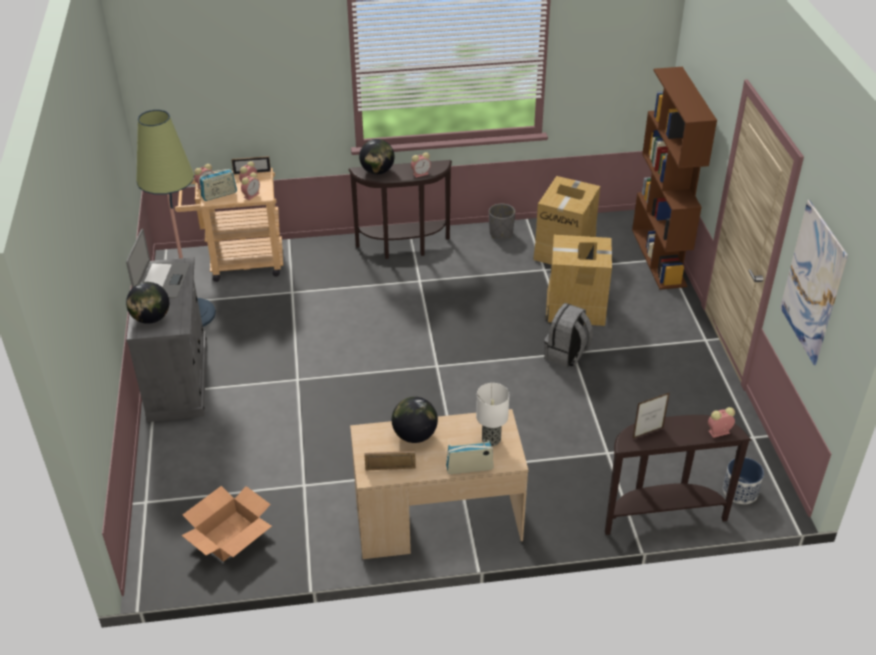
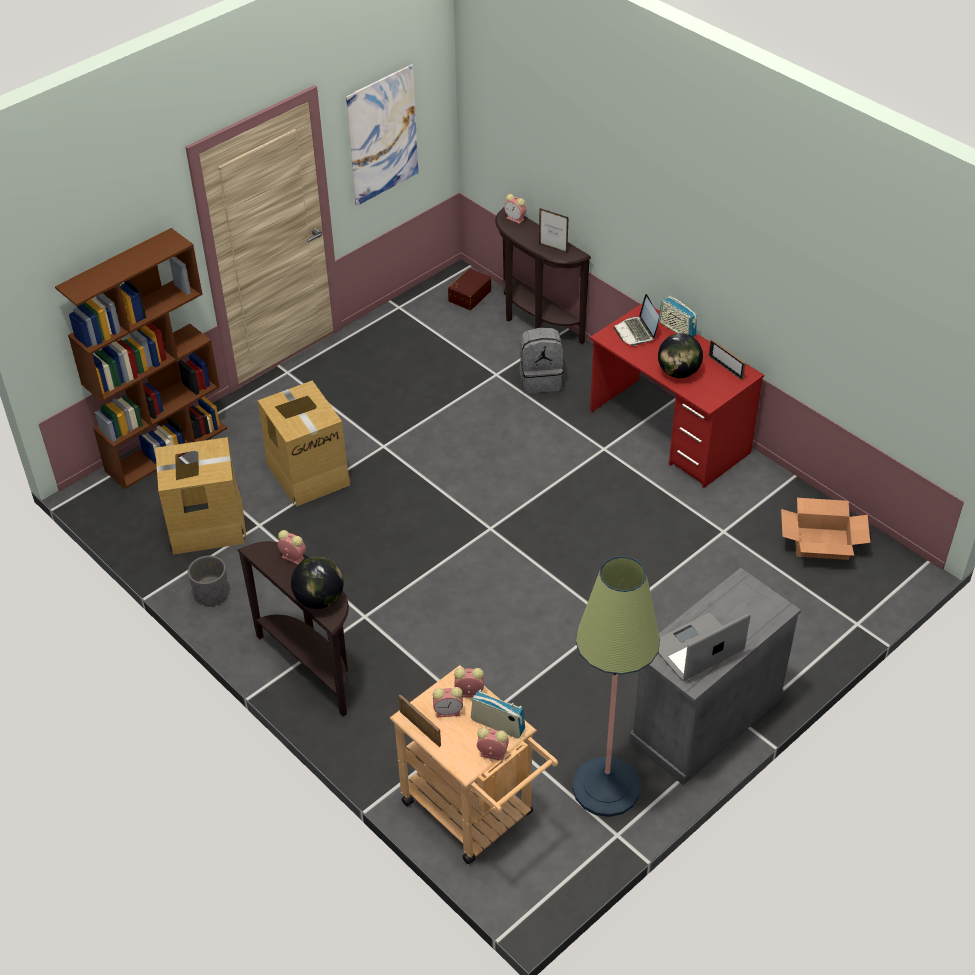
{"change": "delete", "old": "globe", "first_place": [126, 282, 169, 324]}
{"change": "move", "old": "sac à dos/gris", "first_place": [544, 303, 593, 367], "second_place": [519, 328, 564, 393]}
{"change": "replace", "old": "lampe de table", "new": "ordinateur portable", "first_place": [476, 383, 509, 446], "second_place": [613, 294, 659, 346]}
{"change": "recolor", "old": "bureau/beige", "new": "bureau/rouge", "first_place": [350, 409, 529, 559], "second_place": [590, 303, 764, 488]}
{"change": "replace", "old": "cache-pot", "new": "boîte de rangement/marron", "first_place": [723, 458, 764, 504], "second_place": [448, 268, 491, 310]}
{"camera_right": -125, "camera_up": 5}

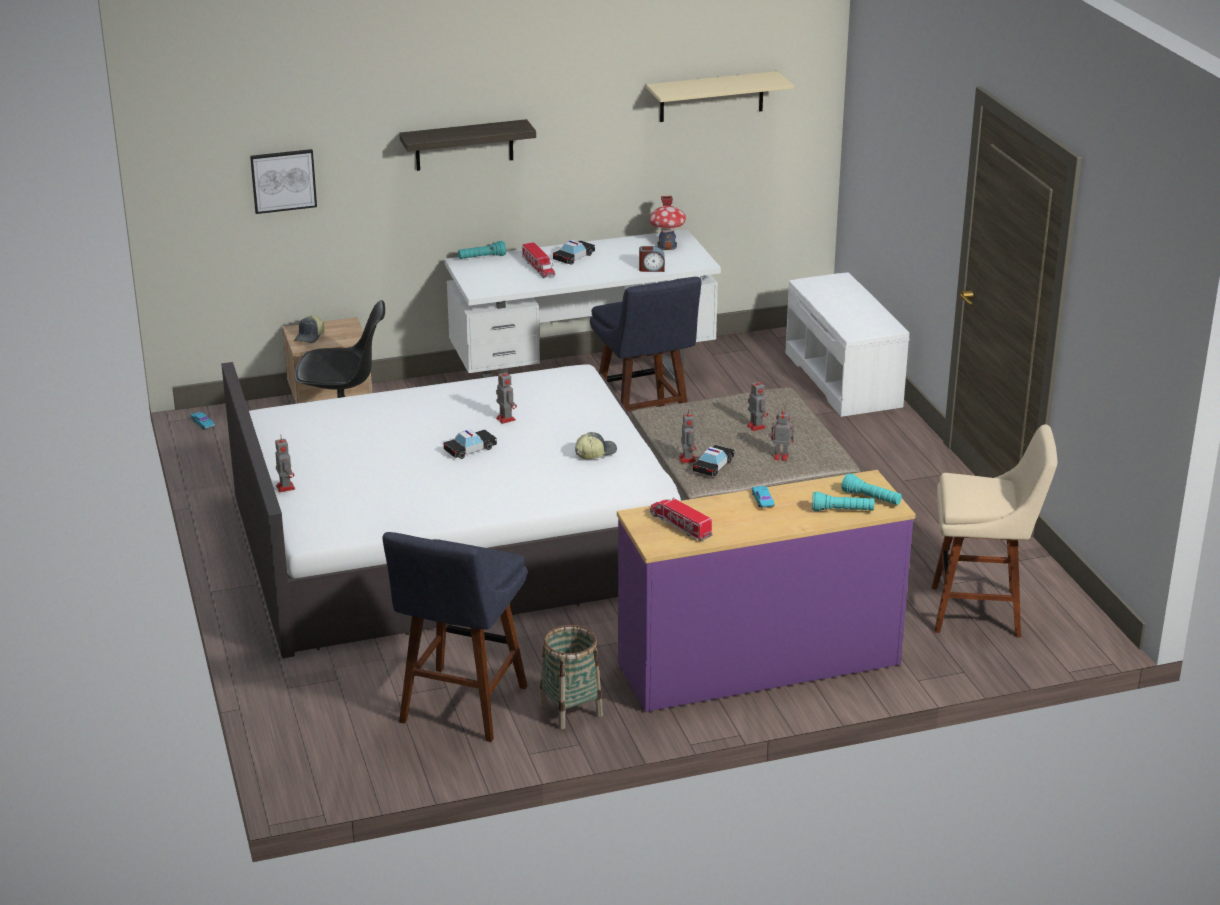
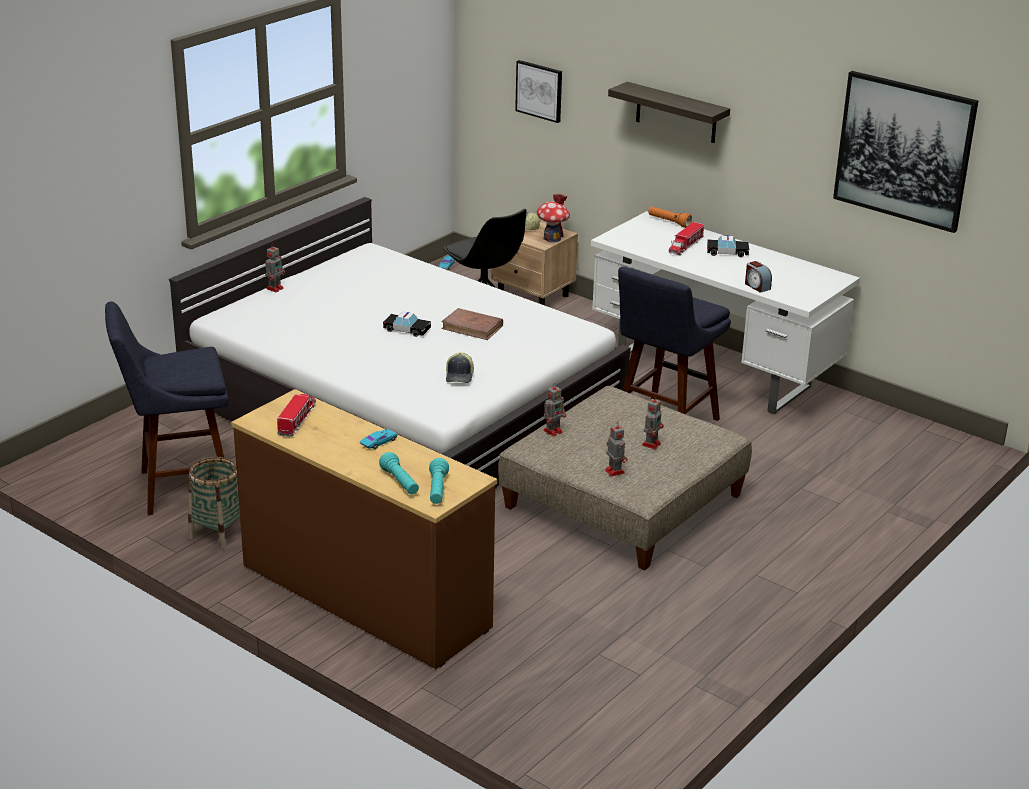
{"change": "replace", "old": "étagère/beige", "new": "tableau", "first_place": [646, 71, 794, 122], "second_place": [833, 71, 978, 233]}
{"change": "move", "old": "maison miniature", "first_place": [649, 196, 686, 250], "second_place": [537, 194, 570, 243]}
{"change": "recolor", "old": "lampe de poche/turquoise", "new": "lampe de poche/orange", "first_place": [458, 241, 506, 259], "second_place": [648, 206, 692, 228]}
{"change": "delete", "old": "banc/blanc", "first_place": [786, 272, 909, 417]}
{"change": "replace", "old": "robot jouet", "new": "livre/marron", "first_place": [496, 372, 517, 424], "second_place": [441, 308, 503, 340]}
{"change": "delete", "old": "tabouret/beige", "first_place": [932, 424, 1058, 638]}
{"change": "rotate", "old": "casquette", "first_place": [575, 432, 617, 459], "second_place": [446, 352, 474, 383], "degrees": 75}
{"change": "delete", "old": "petite voiture", "first_place": [693, 445, 734, 477]}
{"change": "recolor", "old": "commode/violet", "new": "commode/marron", "first_place": [617, 470, 915, 712], "second_place": [231, 389, 497, 669]}
{"camera_right": 55, "camera_up": 0}

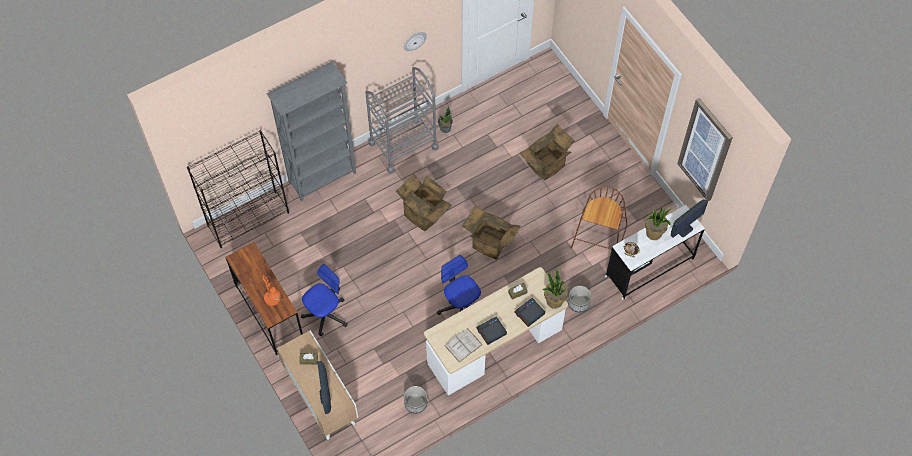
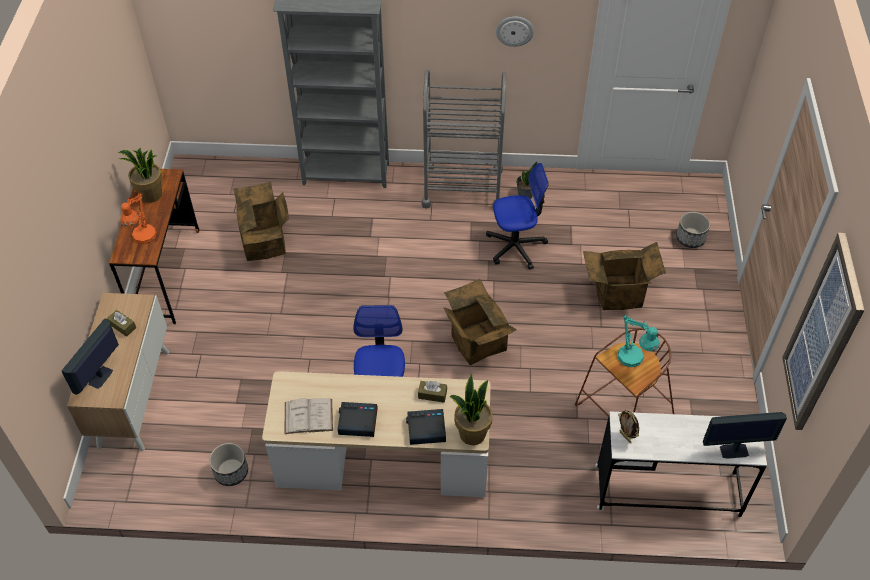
{"change": "delete", "old": "bibliothèque/noir", "first_place": [187, 130, 289, 249]}
{"change": "move", "old": "carton", "first_place": [395, 174, 452, 231], "second_place": [233, 182, 289, 261]}
{"change": "move", "old": "plante en pot", "first_place": [645, 206, 672, 240], "second_place": [118, 148, 162, 203]}
{"change": "move", "old": "chaise de bureau", "first_place": [301, 264, 347, 336], "second_place": [486, 163, 549, 270]}
{"change": "move", "old": "cache-pot", "first_place": [568, 286, 591, 312], "second_place": [676, 212, 710, 248]}
{"change": "insert", "new": "lampe de table/turquoise", "second_place": [618, 315, 660, 367]}
{"camera_right": 35, "camera_up": -10}

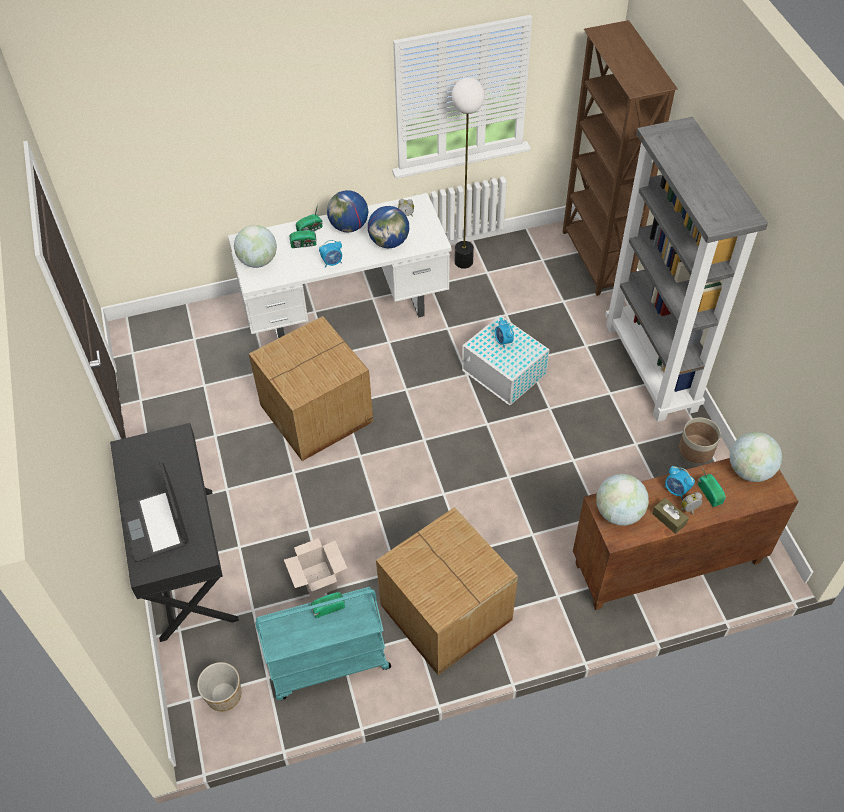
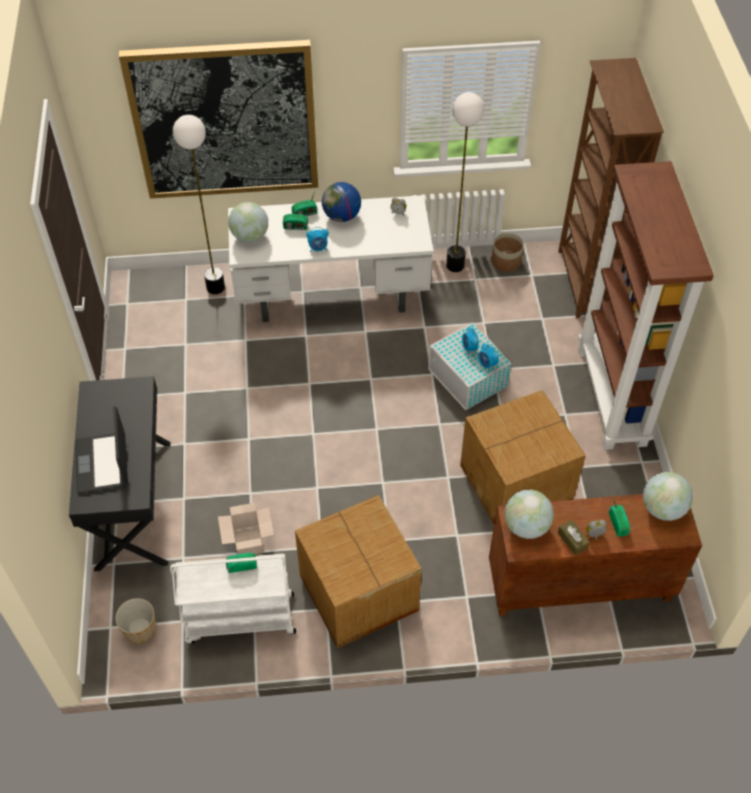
{"change": "recolor", "old": "bibliothèque/gris", "new": "bibliothèque/marron", "first_place": [605, 117, 768, 422], "second_place": [578, 161, 714, 450]}
{"change": "delete", "old": "globe", "first_place": [368, 206, 409, 248]}
{"change": "move", "old": "carton", "first_place": [249, 316, 373, 461], "second_place": [460, 390, 586, 524]}
{"change": "move", "old": "cache-pot", "first_place": [679, 417, 721, 463], "second_place": [491, 233, 524, 272]}
{"change": "move", "old": "réveil", "first_place": [665, 466, 695, 499], "second_place": [478, 343, 499, 371]}
{"change": "recolor", "old": "chariot/turquoise", "new": "chariot/blanc", "first_place": [255, 587, 391, 700], "second_place": [170, 554, 296, 644]}
{"change": "insert", "new": "tableau", "second_place": [119, 40, 318, 199]}
{"change": "insert", "new": "lampadaire", "second_place": [173, 115, 225, 294]}
{"camera_right": 10, "camera_up": 0}

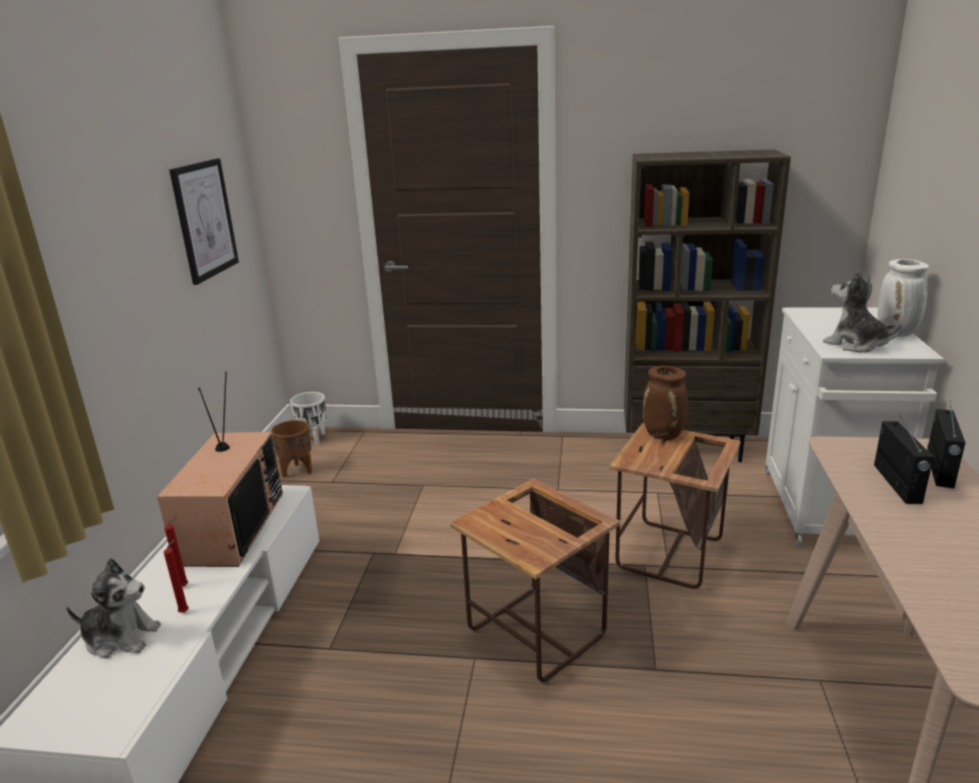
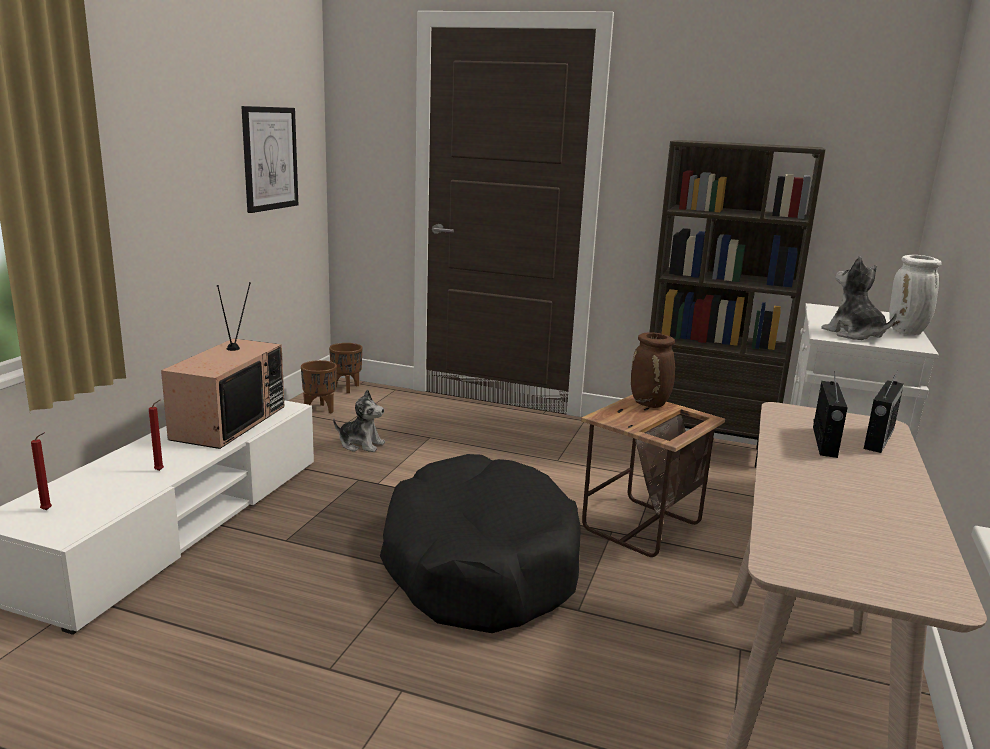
{"change": "recolor", "old": "cache-pot/blanc", "new": "cache-pot/marron", "first_place": [290, 392, 327, 445], "second_place": [329, 343, 362, 393]}
{"change": "replace", "old": "table d'appoint", "new": "panier pour chien/noir", "first_place": [450, 479, 620, 682], "second_place": [380, 454, 580, 633]}
{"change": "move", "old": "bougie/rouge", "first_place": [164, 517, 188, 587], "second_place": [31, 432, 52, 510]}
{"change": "move", "old": "peluche", "first_place": [66, 558, 161, 658], "second_place": [333, 389, 385, 452]}
{"camera_right": 10, "camera_up": -5}

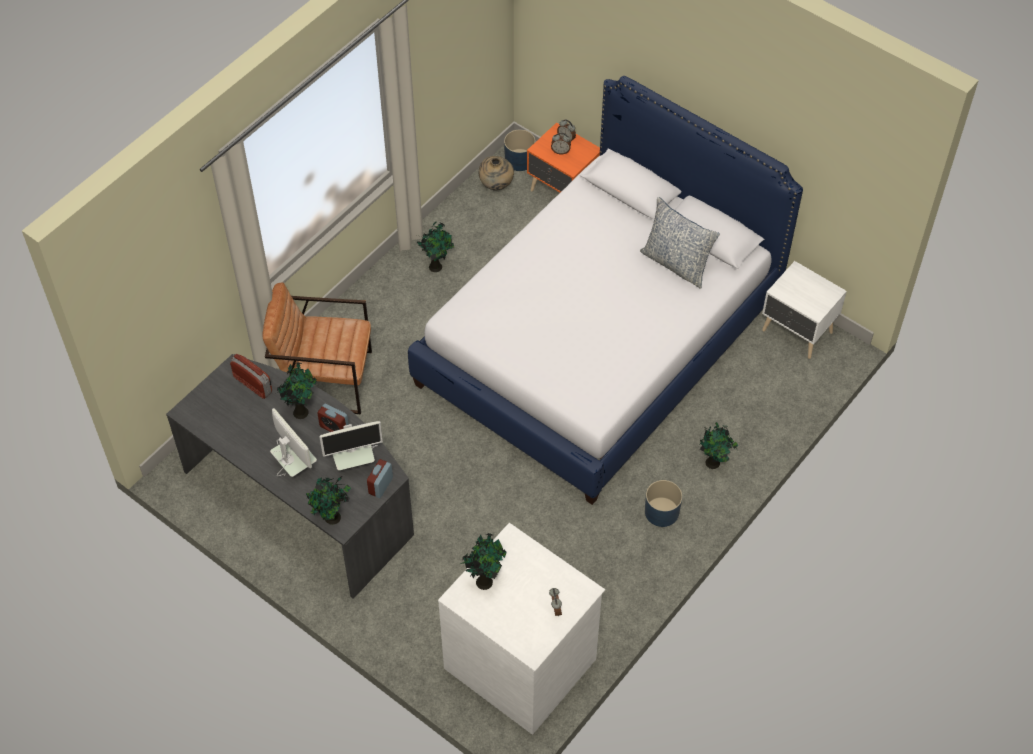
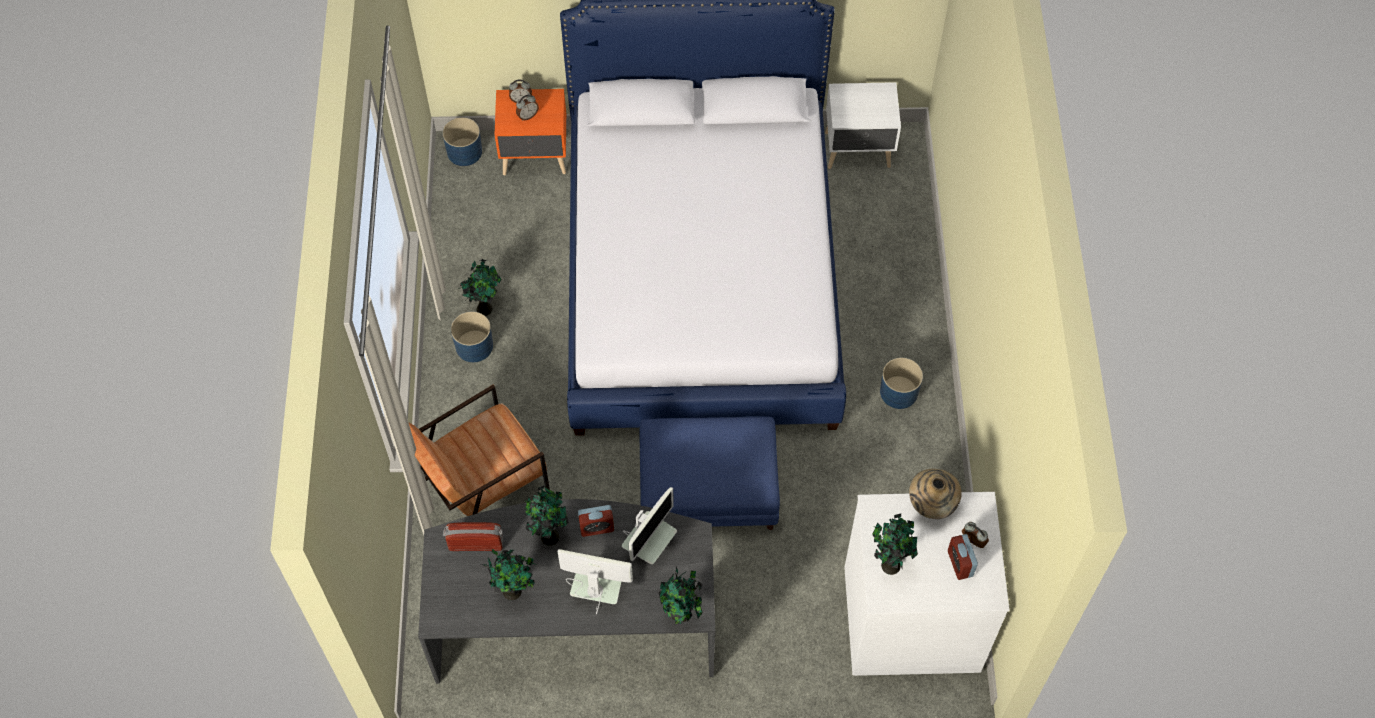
{"change": "move", "old": "vase/beige", "first_place": [479, 156, 514, 191], "second_place": [909, 469, 962, 519]}
{"change": "delete", "old": "coussin", "first_place": [640, 197, 720, 289]}
{"change": "move", "old": "plante en pot", "first_place": [700, 422, 739, 469], "second_place": [480, 549, 536, 600]}
{"change": "move", "old": "réveil", "first_place": [367, 459, 393, 498], "second_place": [948, 534, 978, 580]}
{"change": "insert", "new": "cache-pot/bleu", "second_place": [451, 311, 493, 362]}
{"change": "insert", "new": "pouf/bleu", "second_place": [640, 417, 780, 530]}
{"camera_right": -40, "camera_up": 5}

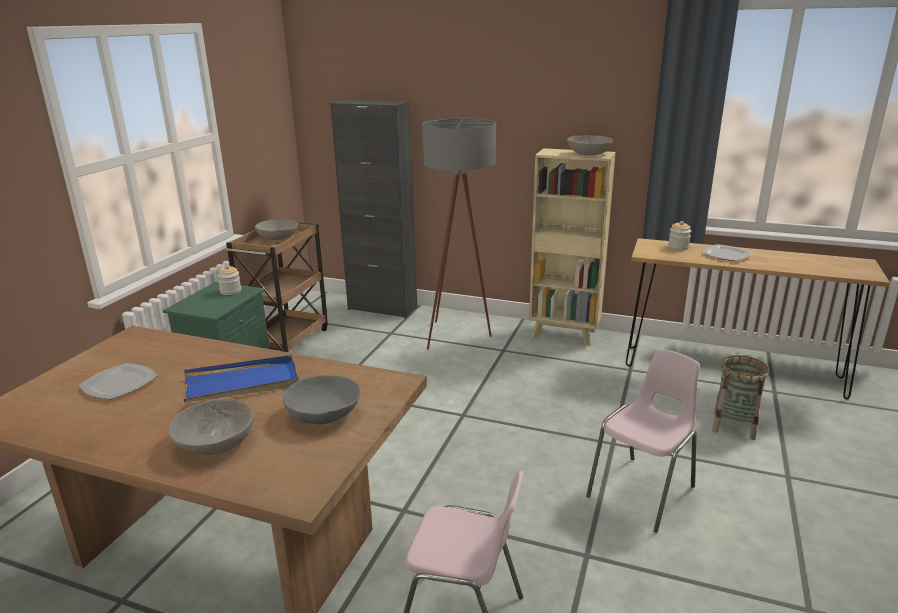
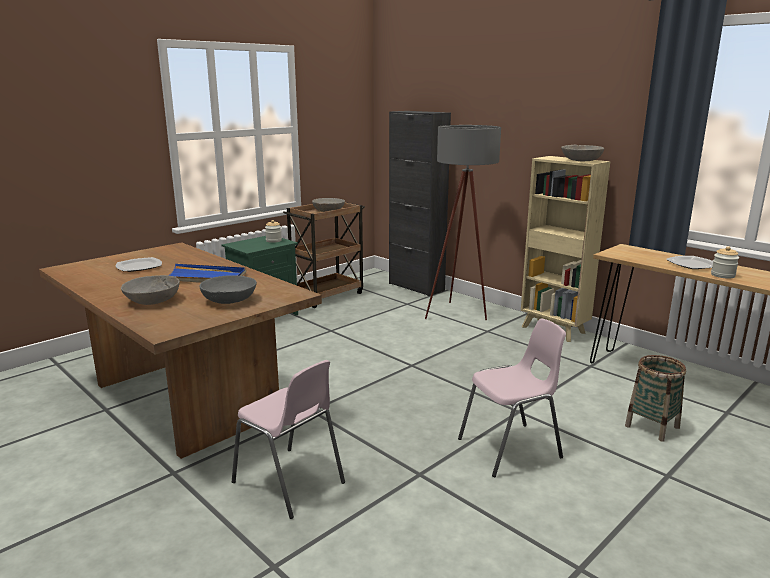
{"change": "move", "old": "bocal", "first_place": [668, 221, 691, 250], "second_place": [711, 246, 739, 279]}
{"camera_right": 25, "camera_up": -5}

